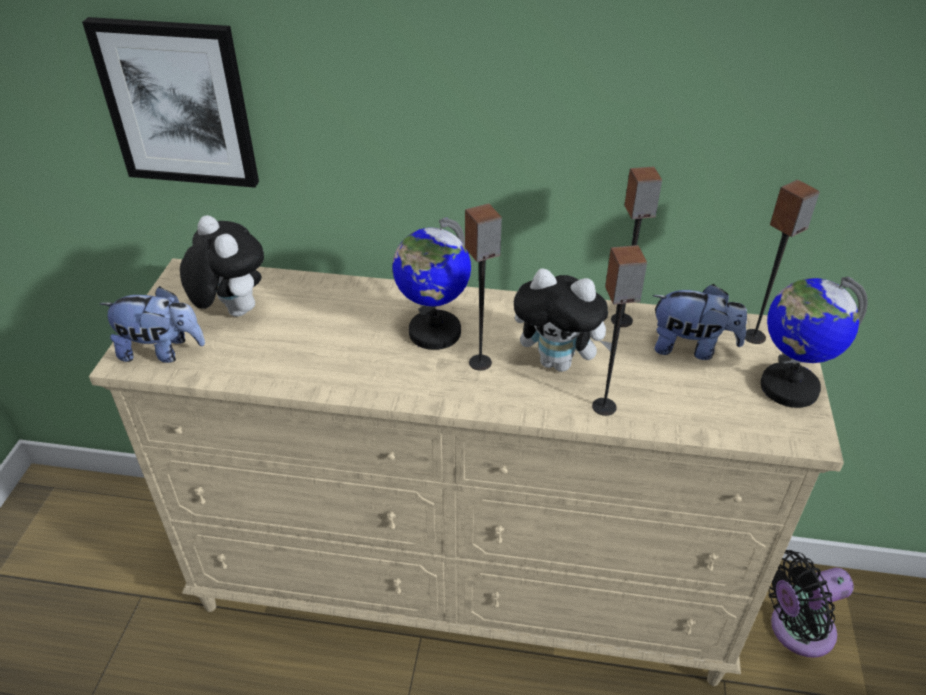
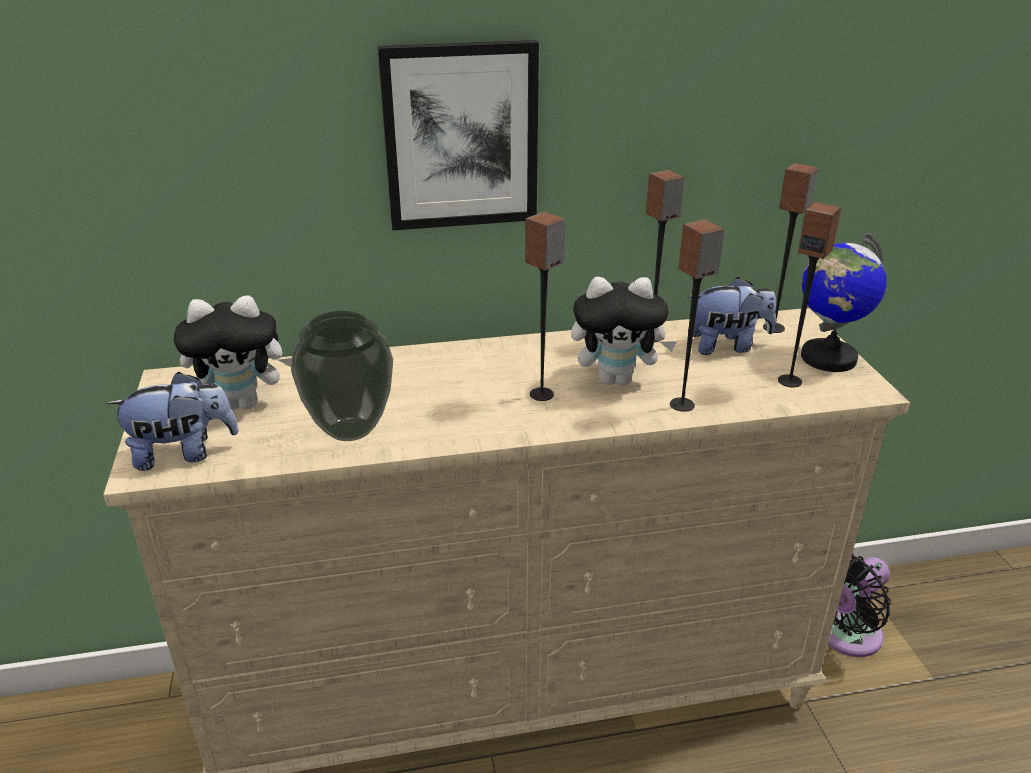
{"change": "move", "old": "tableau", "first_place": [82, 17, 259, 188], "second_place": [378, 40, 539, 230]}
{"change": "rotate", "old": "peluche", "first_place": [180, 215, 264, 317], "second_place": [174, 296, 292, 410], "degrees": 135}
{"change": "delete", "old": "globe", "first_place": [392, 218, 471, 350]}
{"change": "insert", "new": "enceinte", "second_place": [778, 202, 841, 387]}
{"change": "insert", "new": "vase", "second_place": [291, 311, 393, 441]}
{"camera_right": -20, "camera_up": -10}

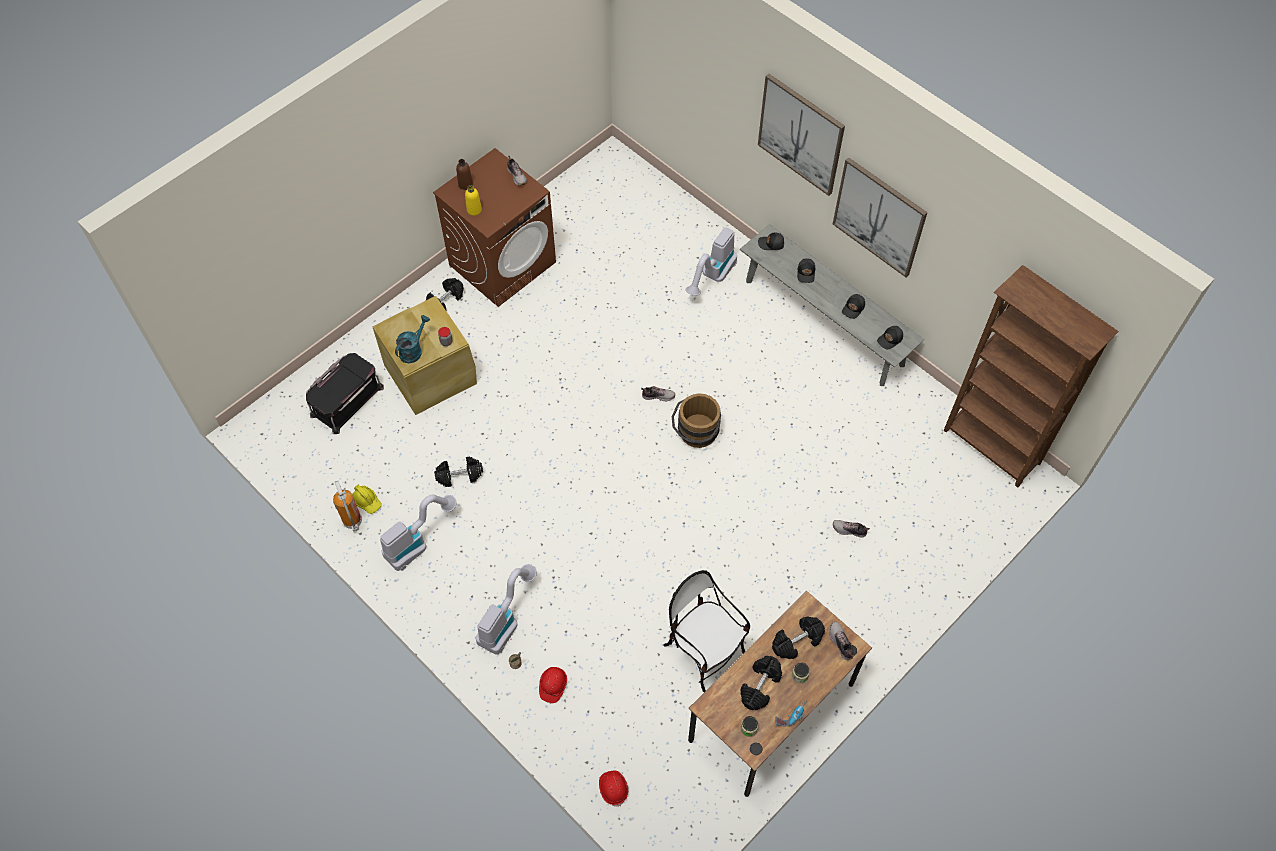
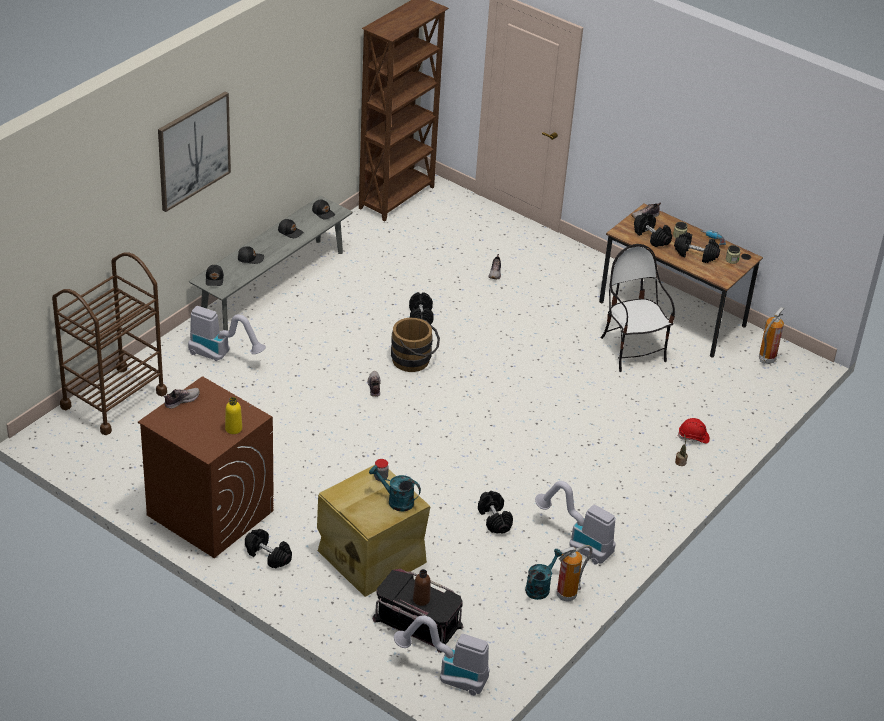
{"change": "delete", "old": "tableau", "first_place": [833, 157, 928, 277]}
{"change": "move", "old": "bouteille/marron", "first_place": [456, 159, 473, 190], "second_place": [413, 569, 431, 606]}
{"change": "replace", "old": "casque de chantier/jaune", "new": "arrosoir/turquoise", "first_place": [352, 485, 382, 514], "second_place": [525, 549, 562, 600]}
{"change": "move", "old": "aspirateur", "first_place": [476, 564, 537, 655], "second_place": [394, 616, 490, 696]}
{"change": "rotate", "old": "chaise", "first_place": [663, 570, 750, 692], "second_place": [601, 244, 675, 372], "degrees": 120}
{"change": "delete", "old": "casque de chantier/rouge", "first_place": [599, 770, 628, 807]}
{"change": "insert", "new": "chariot/marron", "second_place": [52, 252, 167, 435]}
{"change": "insert", "new": "haltère/noir", "second_place": [409, 292, 434, 324]}
{"change": "insert", "new": "extincteur", "second_place": [759, 307, 784, 364]}
{"camera_right": -100, "camera_up": -20}

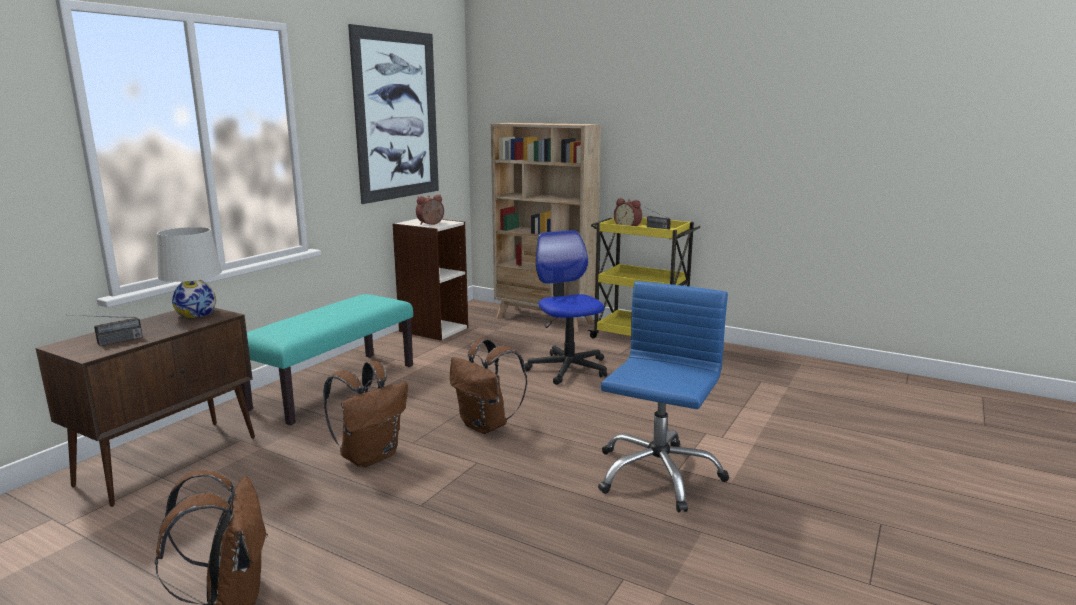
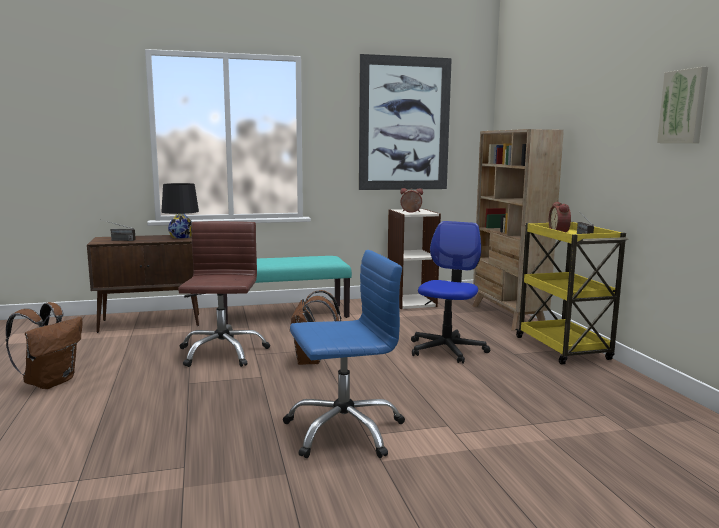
{"change": "recolor", "old": "lampe de table/blanc", "new": "lampe de table/noir", "first_place": [157, 227, 222, 318], "second_place": [161, 183, 199, 238]}
{"change": "replace", "old": "sac à dos/marron", "new": "chaise de bureau/marron", "first_place": [323, 361, 408, 468], "second_place": [178, 221, 270, 367]}
{"change": "insert", "new": "tableau", "second_place": [657, 67, 708, 143]}
{"camera_right": 45, "camera_up": -5}

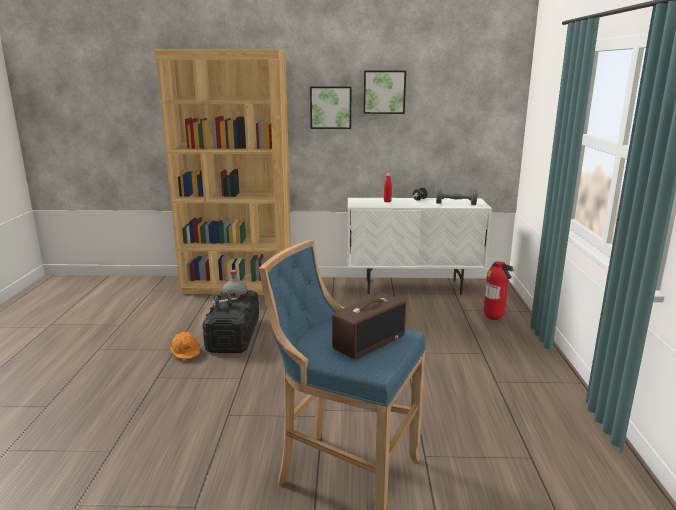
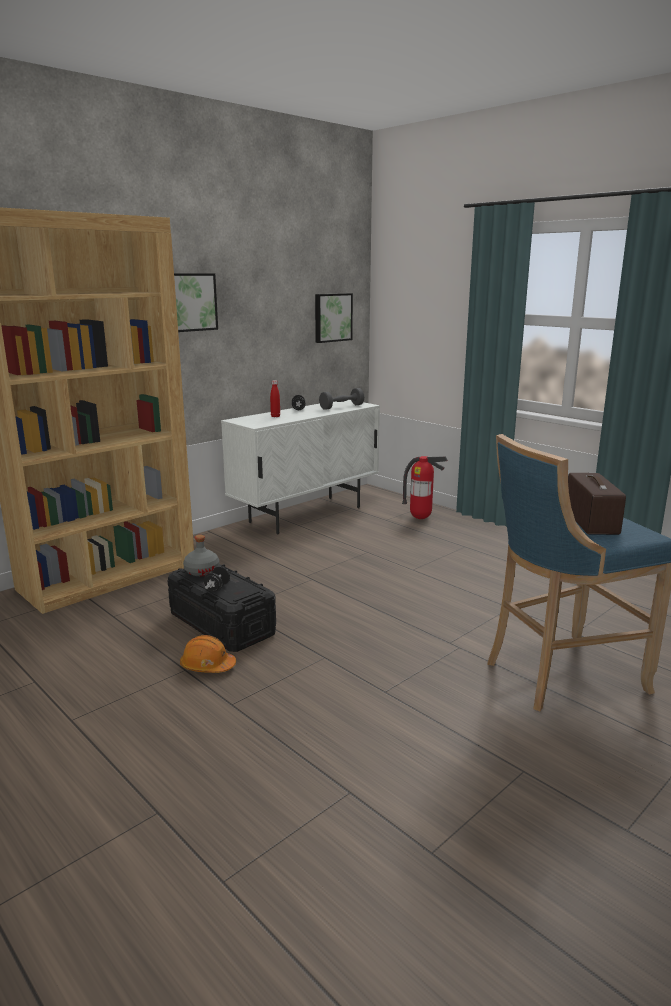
{"change": "move", "old": "tableau", "first_place": [363, 71, 406, 114], "second_place": [315, 293, 353, 343]}
{"camera_right": -45, "camera_up": 0}

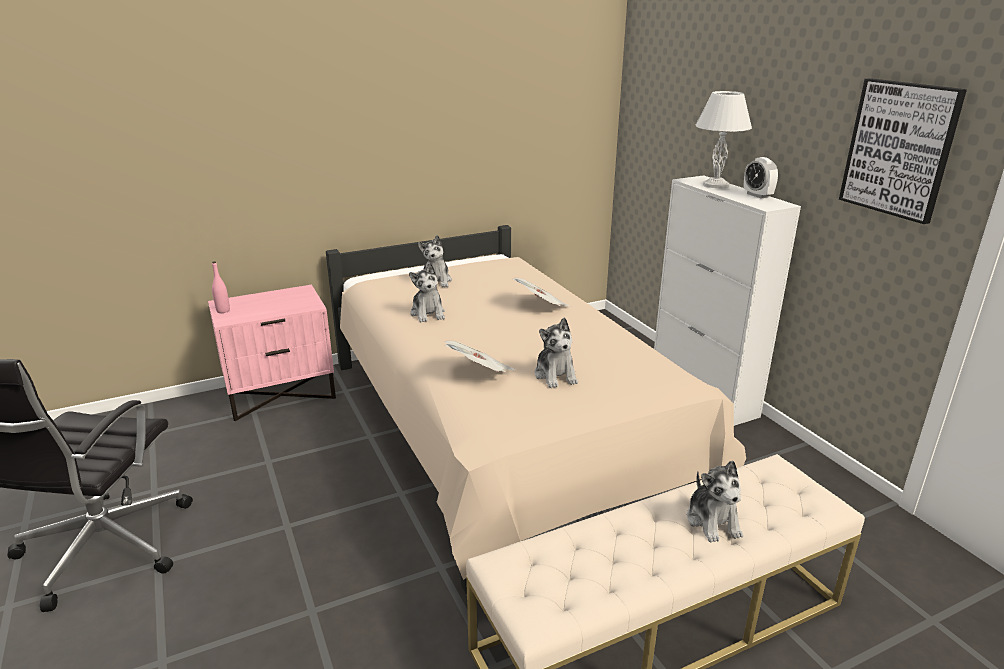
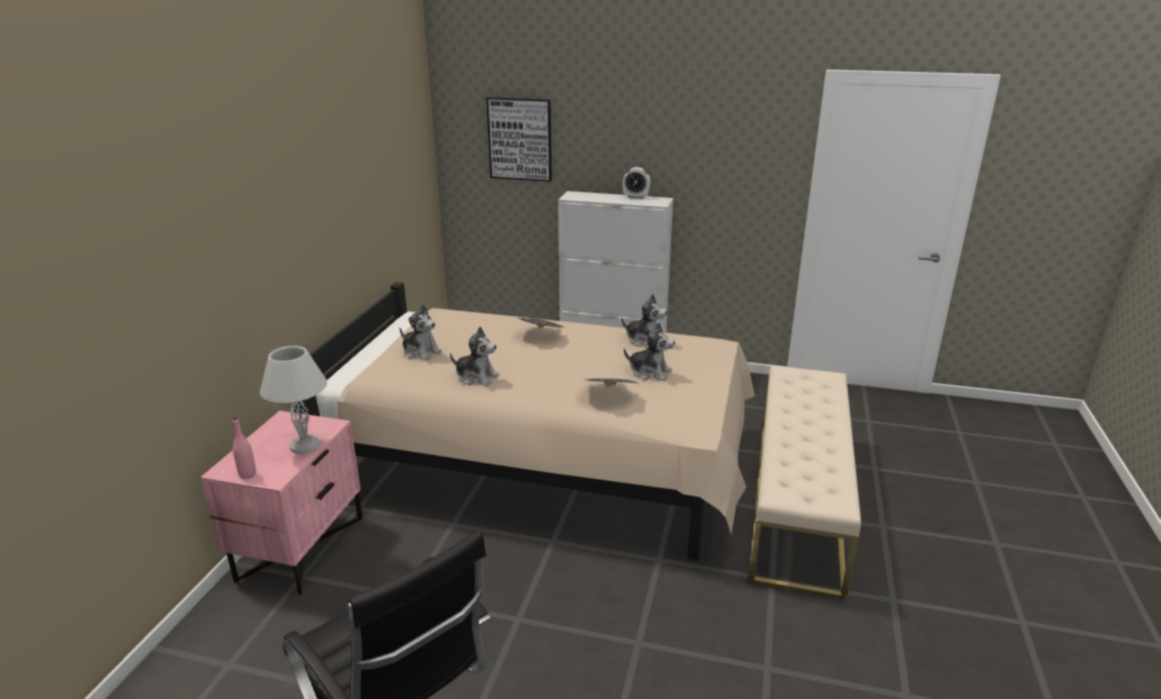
{"change": "move", "old": "tableau", "first_place": [839, 78, 967, 224], "second_place": [486, 97, 552, 182]}
{"change": "move", "old": "lampe de table/blanc", "first_place": [695, 91, 752, 188], "second_place": [260, 345, 327, 454]}
{"change": "move", "old": "peluche", "first_place": [687, 460, 743, 543], "second_place": [621, 294, 667, 347]}
{"camera_right": -50, "camera_up": 0}

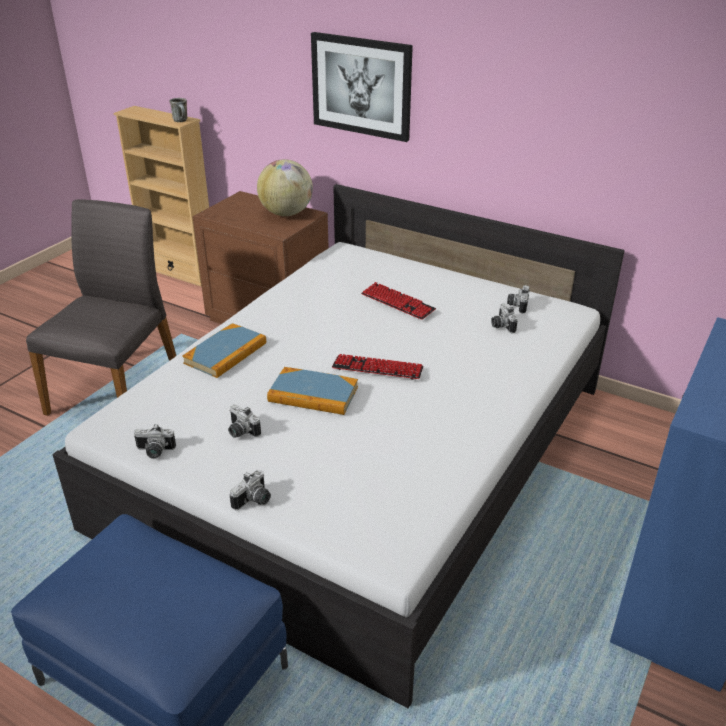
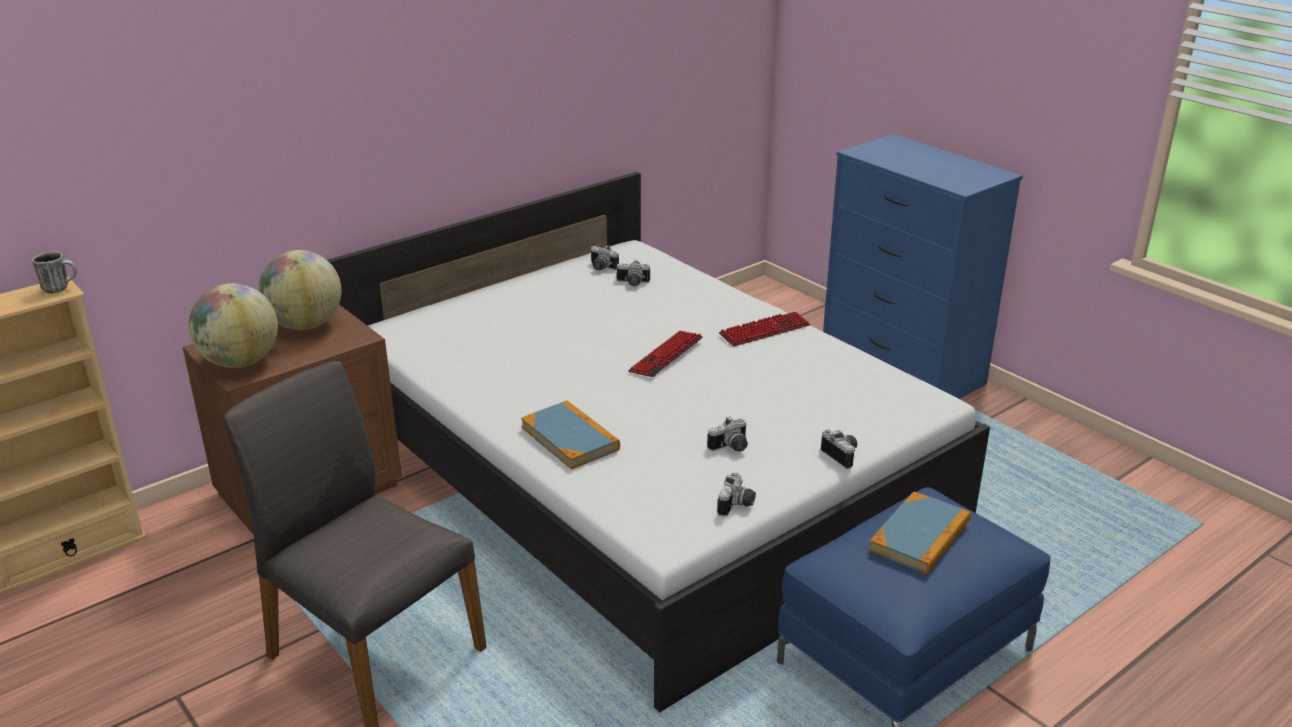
{"change": "delete", "old": "tableau", "first_place": [311, 32, 413, 142]}
{"change": "move", "old": "clavier", "first_place": [361, 282, 436, 320], "second_place": [719, 312, 810, 346]}
{"change": "move", "old": "livre", "first_place": [267, 367, 358, 415], "second_place": [869, 492, 971, 575]}
{"change": "insert", "new": "globe", "second_place": [188, 283, 278, 368]}
{"camera_right": -70, "camera_up": -5}

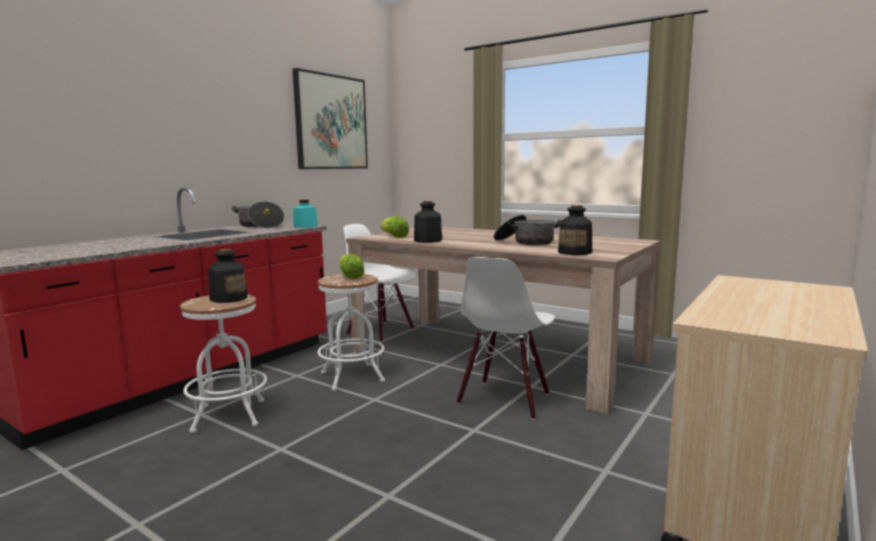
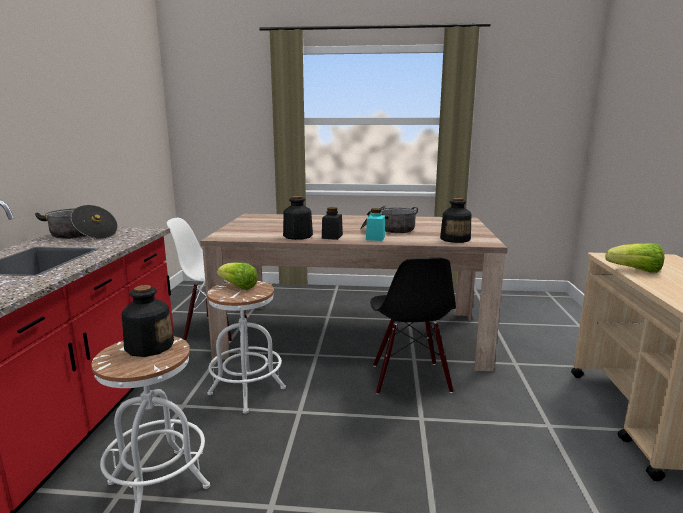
{"change": "delete", "old": "tableau", "first_place": [293, 68, 368, 169]}
{"change": "move", "old": "bocal/turquoise", "first_place": [293, 200, 318, 228], "second_place": [366, 208, 385, 241]}
{"change": "move", "old": "laitue", "first_place": [380, 216, 409, 238], "second_place": [605, 243, 665, 273]}
{"change": "recolor", "old": "chaise/blanc", "new": "chaise/noir", "first_place": [457, 257, 555, 420], "second_place": [370, 258, 456, 394]}
{"change": "insert", "new": "bocal/noir", "second_place": [322, 207, 343, 240]}
{"camera_right": -30, "camera_up": 5}

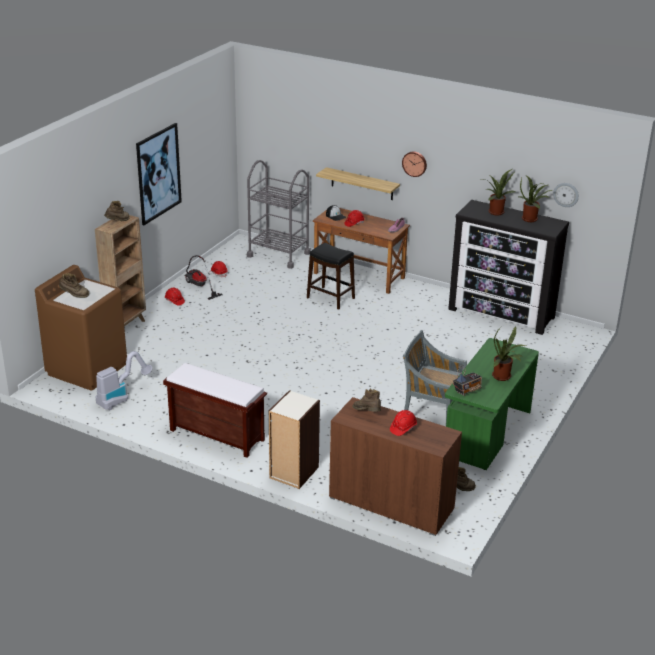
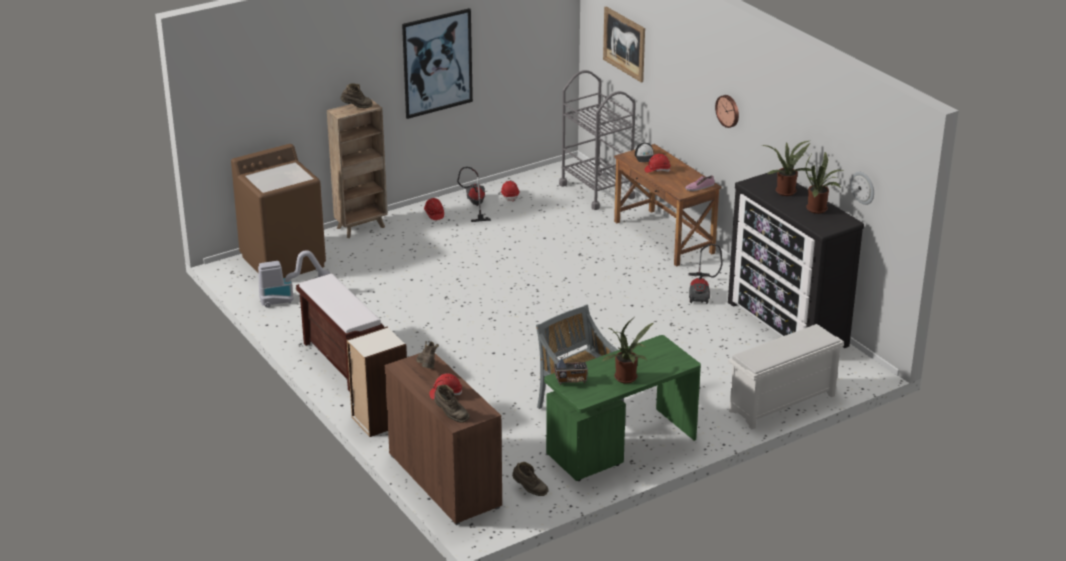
{"change": "delete", "old": "étagère", "first_place": [316, 167, 400, 200]}
{"change": "delete", "old": "tabouret/noir", "first_place": [307, 243, 355, 310]}
{"change": "move", "old": "botte/marron", "first_place": [59, 273, 89, 298], "second_place": [434, 385, 470, 423]}
{"change": "insert", "new": "tableau", "second_place": [603, 7, 645, 83]}
{"change": "insert", "new": "aspirateur", "second_place": [688, 244, 722, 304]}
{"change": "insert", "new": "étagère à chaussures/blanc", "second_place": [728, 324, 844, 429]}
{"camera_right": 30, "camera_up": 0}

